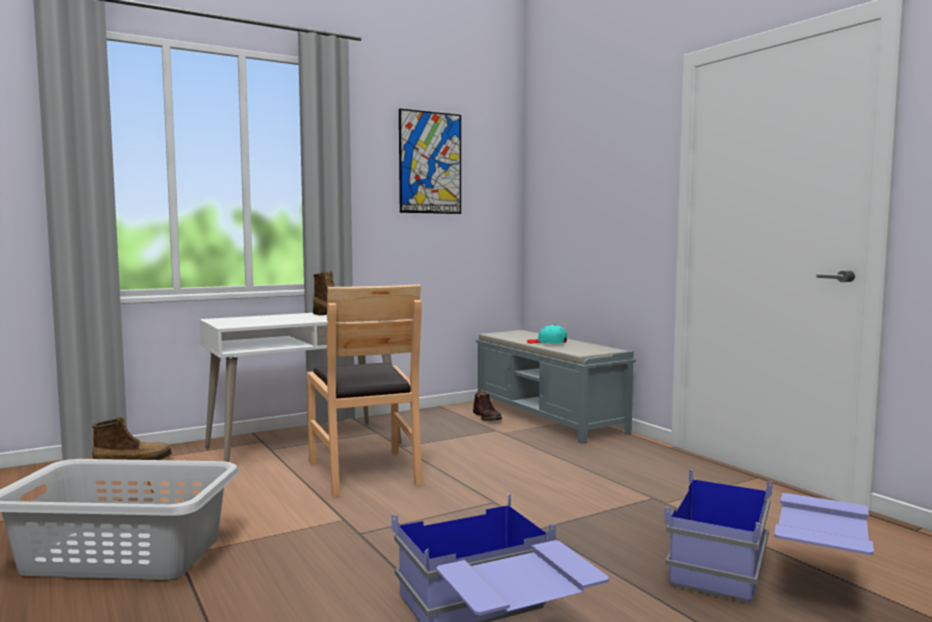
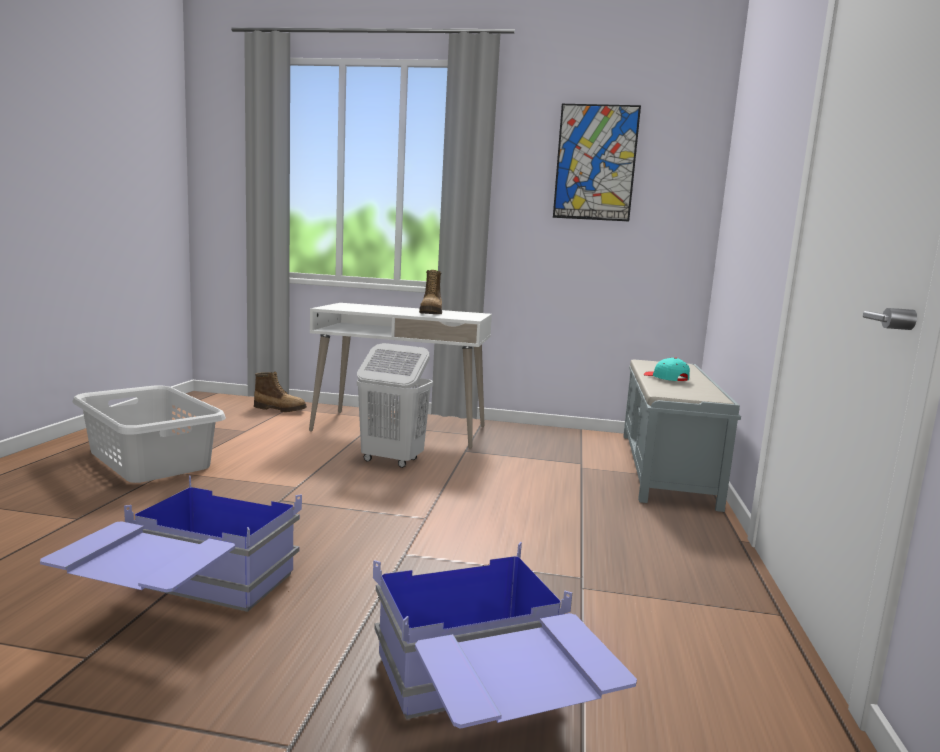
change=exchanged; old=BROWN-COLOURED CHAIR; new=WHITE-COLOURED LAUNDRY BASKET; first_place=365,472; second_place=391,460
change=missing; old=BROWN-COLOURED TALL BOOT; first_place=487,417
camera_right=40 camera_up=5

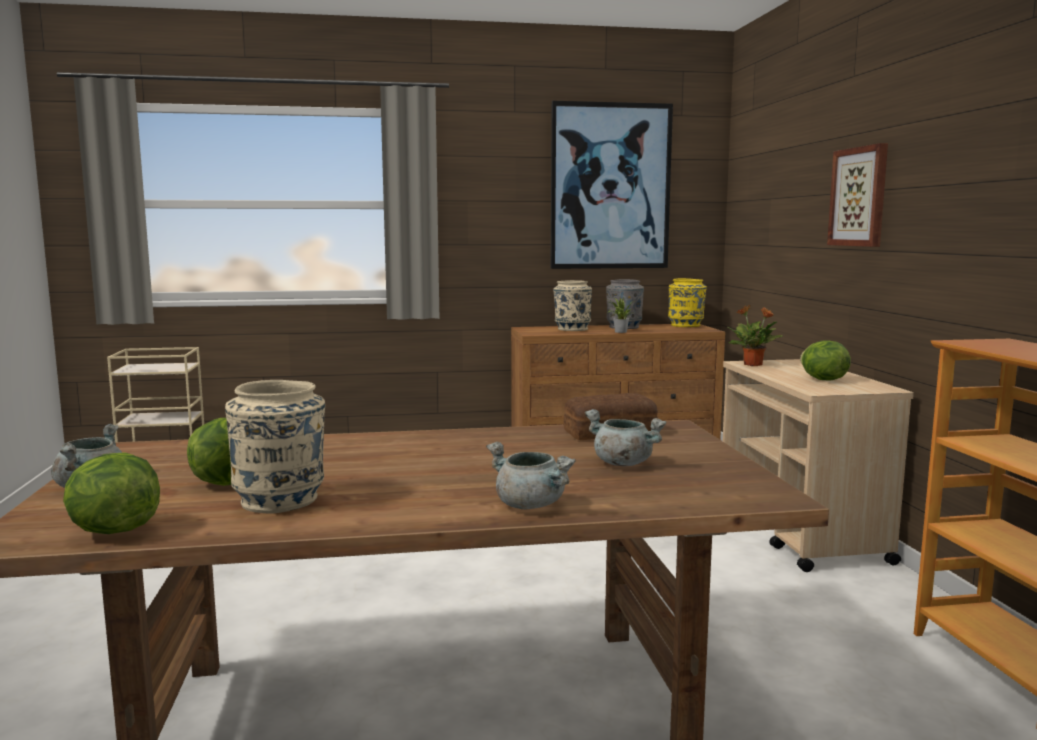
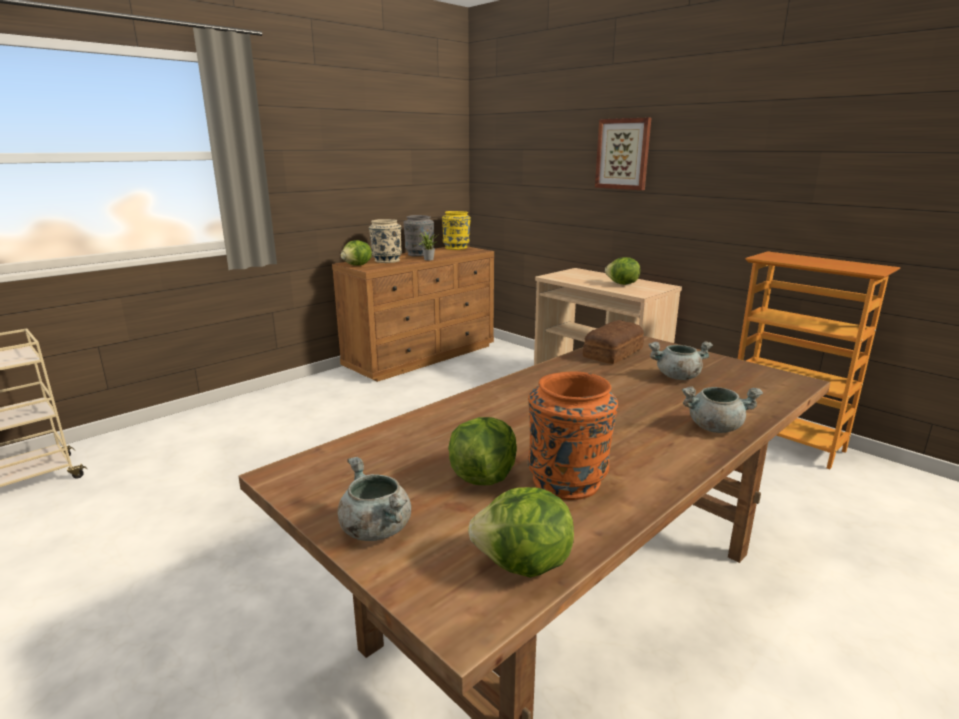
change=appeared; new=LETTUCE; second_place=357,265
change=colour; old=BEIGE VASE; new=ORANGE-COLOURED VASE; first_place=281,501; second_place=568,481
change=missing; old=WALL ART; first_place=610,186
change=missing; old=PLANT IN A POT; first_place=753,365
camera_right=-35 camera_up=10

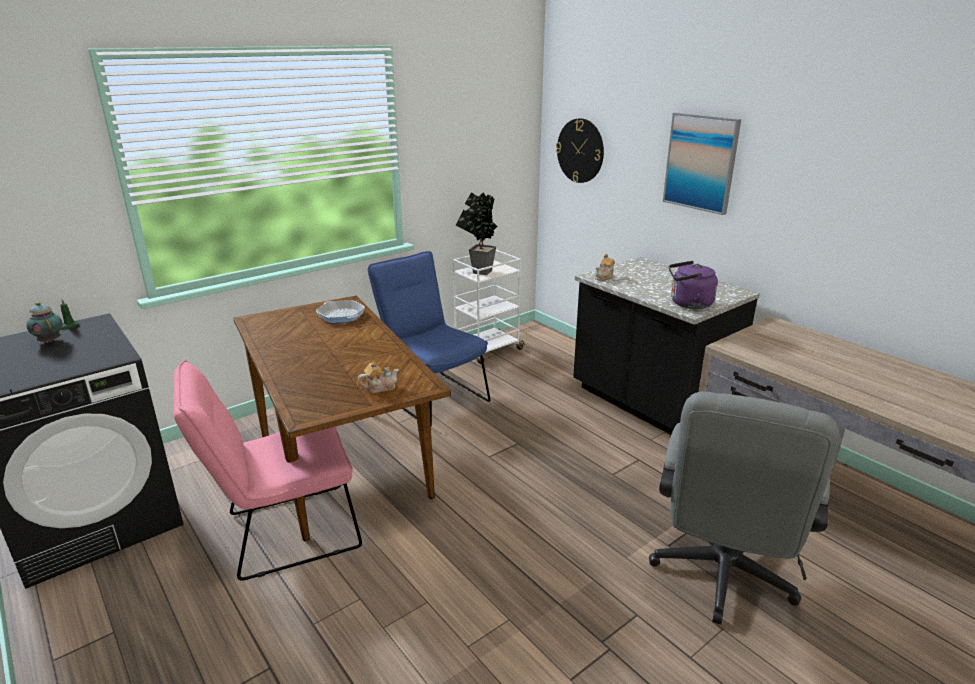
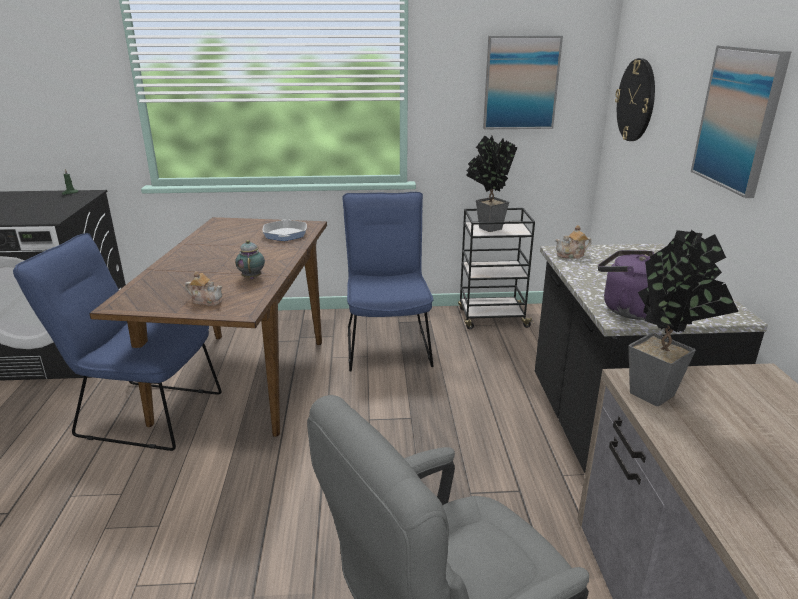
change=colour; old=PINKISH CHAIR; new=BLUE-COLOURED CHAIR; first_place=283,533; second_place=142,413
change=relocated; old=TEA POT; first_place=49,340; second_place=252,277
change=colour; old=WHITE-COLOURED CART; new=BLACK CART; first_place=487,350; second_place=492,318
change=appeared; new=WALL ART; second_place=521,83
change=appeared; new=PLANT IN A POT; second_place=659,393
camera_right=35 camera_up=0

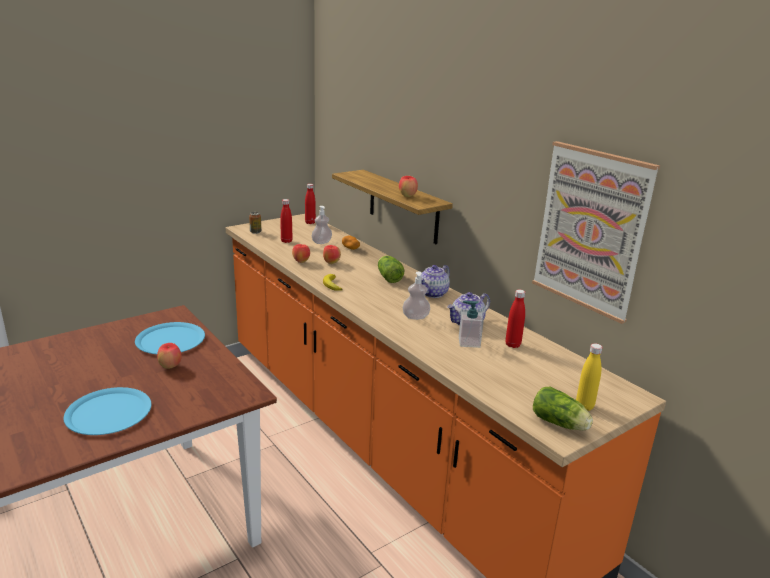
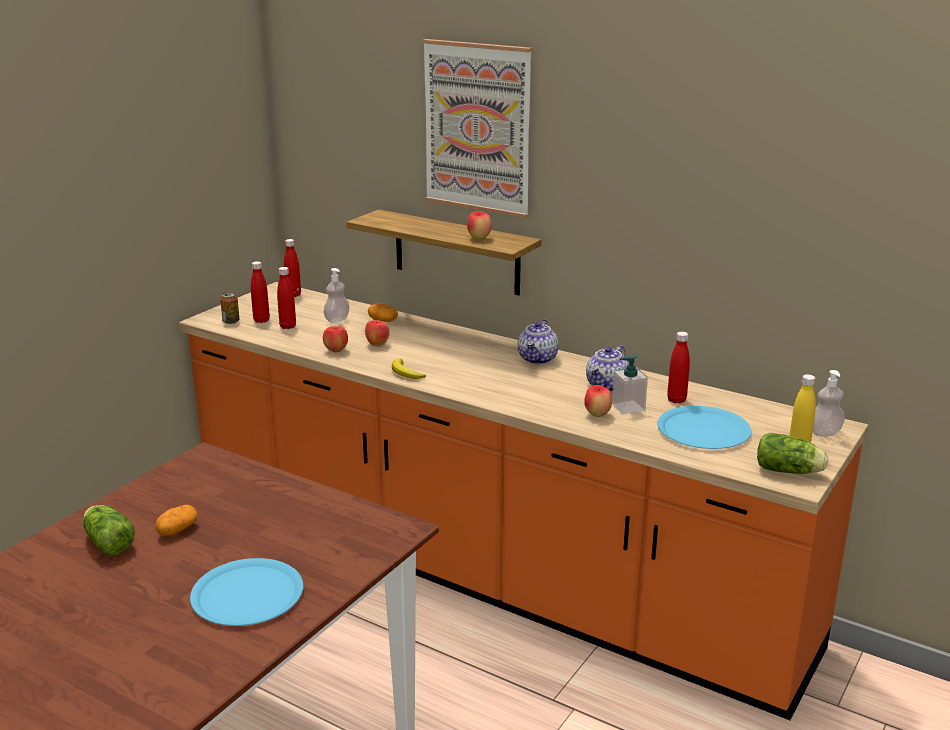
change=relocated; old=LETTUCE; first_place=388,277; second_place=108,542
change=appeared; new=WHOLE POTATO; second_place=177,530
change=appeared; new=RED BEVERAGE BOTTLE; second_place=261,320
change=relocated; old=WALL ART; first_place=591,230; second_place=478,127
change=relocated; old=APPLE; first_place=170,366; second_place=597,415
change=relocated; old=BLUE-COLOURED PLATE; first_place=170,340; second_place=703,430
change=relocated; old=SOAP BOTTLE; first_place=415,317; second_place=824,433
camera_right=-20 camera_up=0

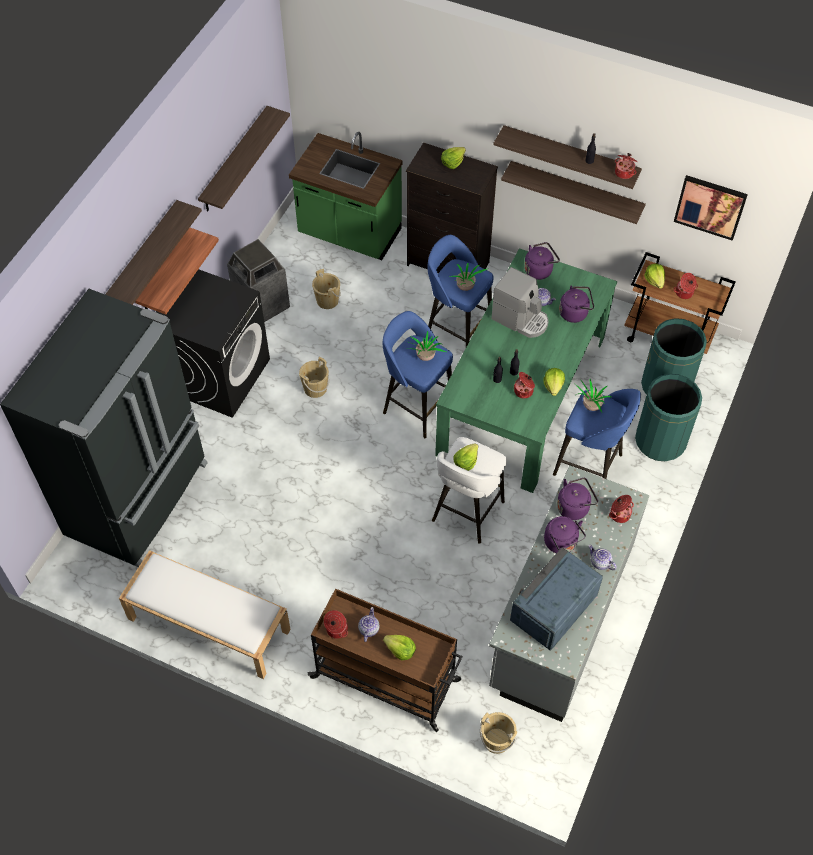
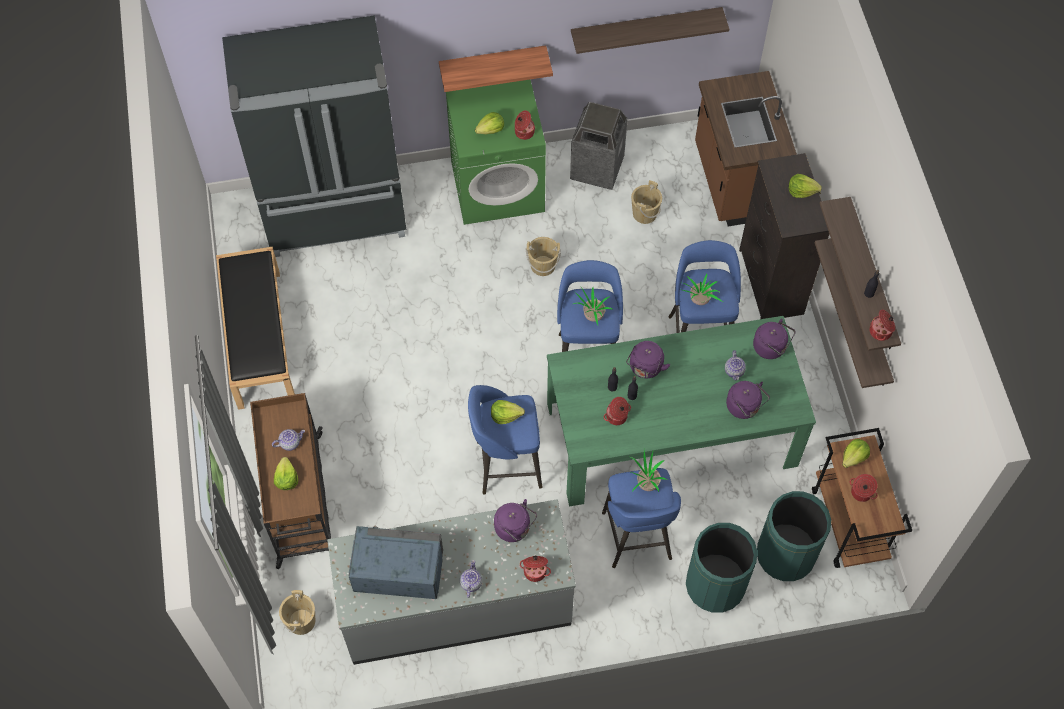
change=colour; old=WHITE-COLOURED LONG SEAT; new=BLACK LONG SEAT; first_place=207,624; second_place=258,338
change=colour; old=BLACK WASHING MACHINE; new=GREEN-COLOURED WASHING MACHINE; first_place=219,375; second_place=498,186
change=colour; old=WHITE-COLOURED SITTING STOOL; new=BLUE-COLOURED SITTING STOOL; first_place=466,513; second_place=506,464
change=relocated; old=LETTUCE; first_place=553,386; second_place=491,130
change=relocated; old=SAUCEPOT; first_place=336,629; second_place=523,132
change=relocated; old=PURPLISH WATER KETTLE; first_place=562,543; second_place=645,368
change=colour; old=GREEN-COLOURED COUNTER; new=BROWN-COLOURED COUNTER; first_place=349,235; second_place=734,182
change=missing; old=BRACKET SHELF; first_place=139,262
change=missing; old=COFFEE BREWER; first_place=520,319
change=missing; old=WALL ART; first_place=710,206
camera_right=55 camera_up=5

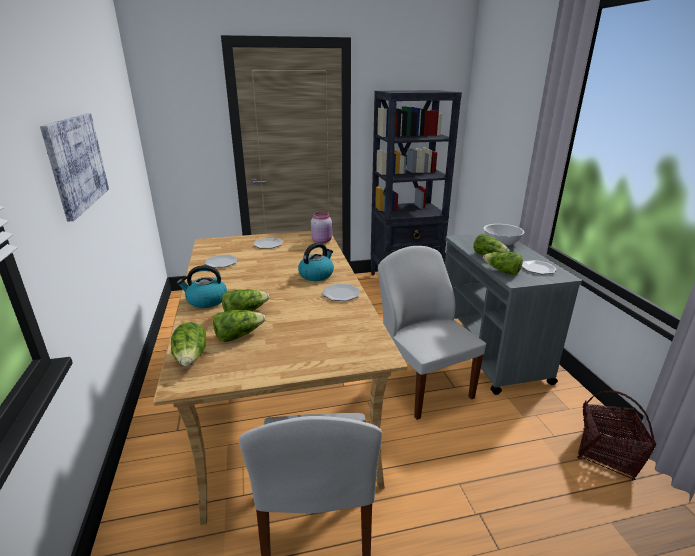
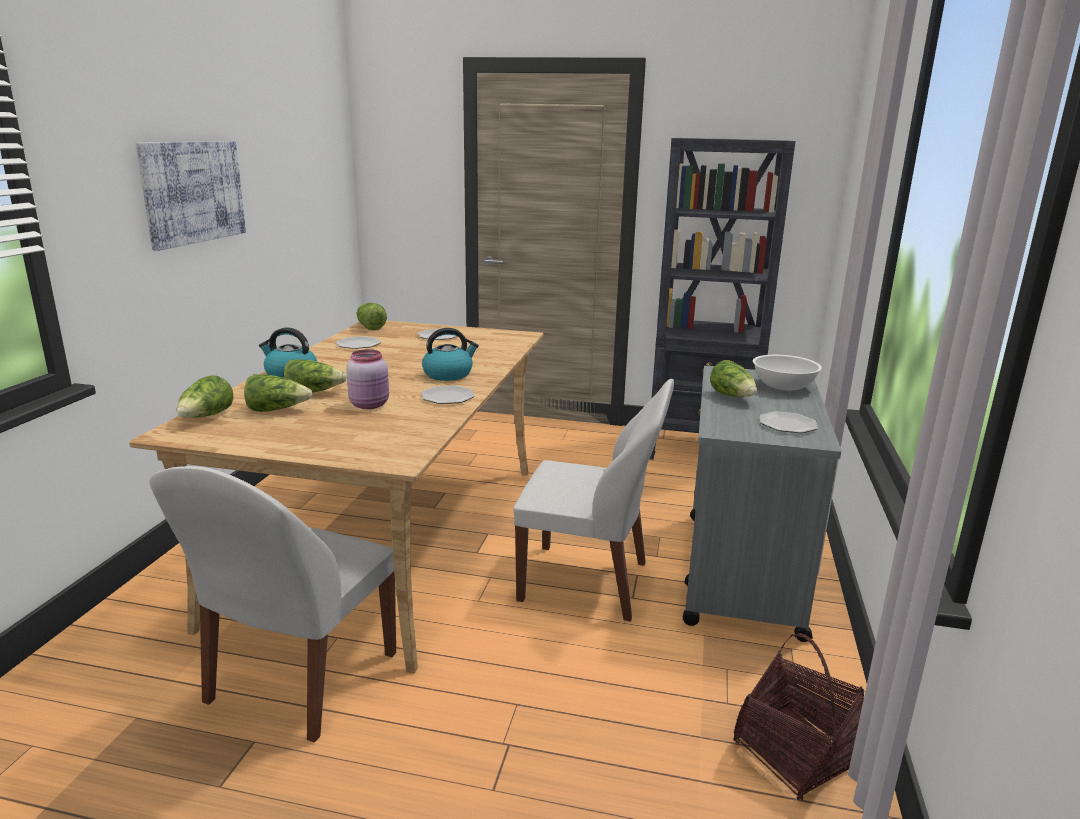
change=relocated; old=PINKISH JAR; first_place=322,241; second_place=370,405
change=relocated; old=LETTUCE; first_place=502,271; second_place=370,327
change=spun; old=WHITE-COLOURED CHAIR; first_place=424,385; second_place=588,582; degrees=105
camera_right=25 camera_up=-5

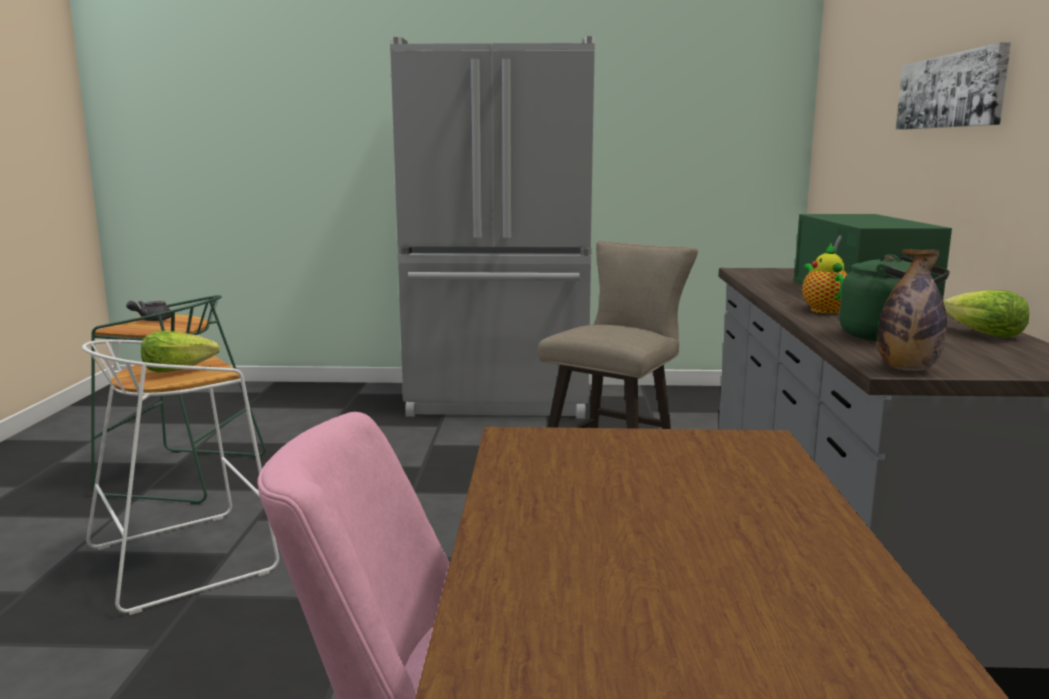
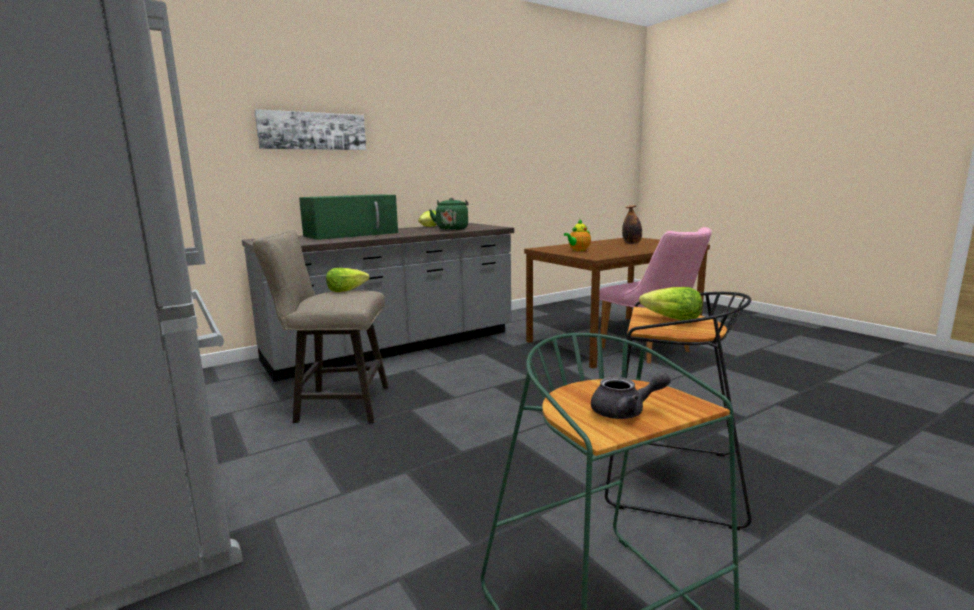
change=appeared; new=LETTUCE; second_place=346,290
change=relocated; old=TEA POT; first_place=823,310; second_place=578,250
change=colour; old=WHITE-COLOURED SITTING STOOL; new=BLACK SITTING STOOL; first_place=185,558; second_place=669,479
change=relocated; old=BEVERAGE BOTTLE; first_place=907,369; second_place=631,243
camera_right=-125 camera_up=0

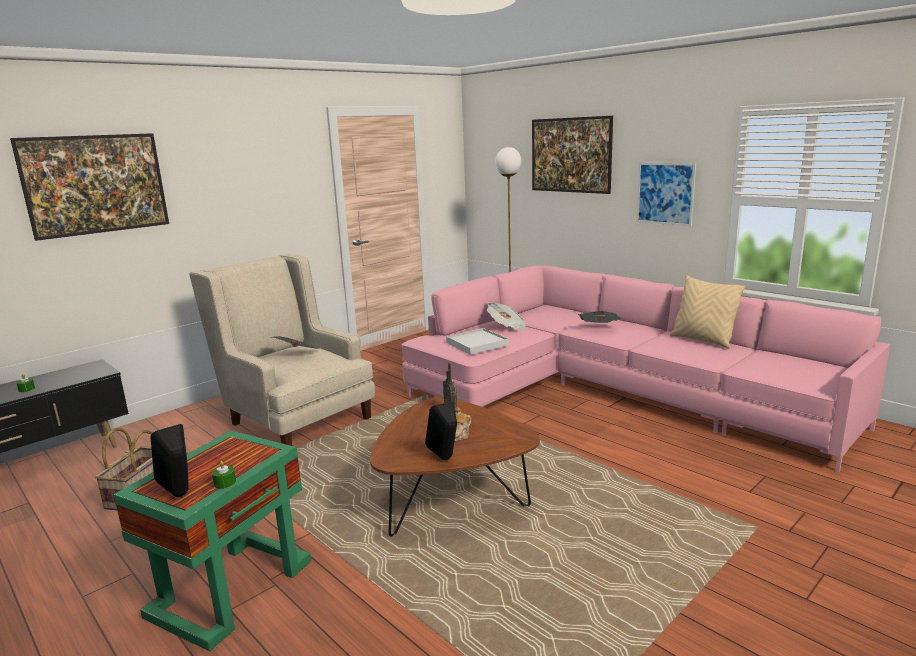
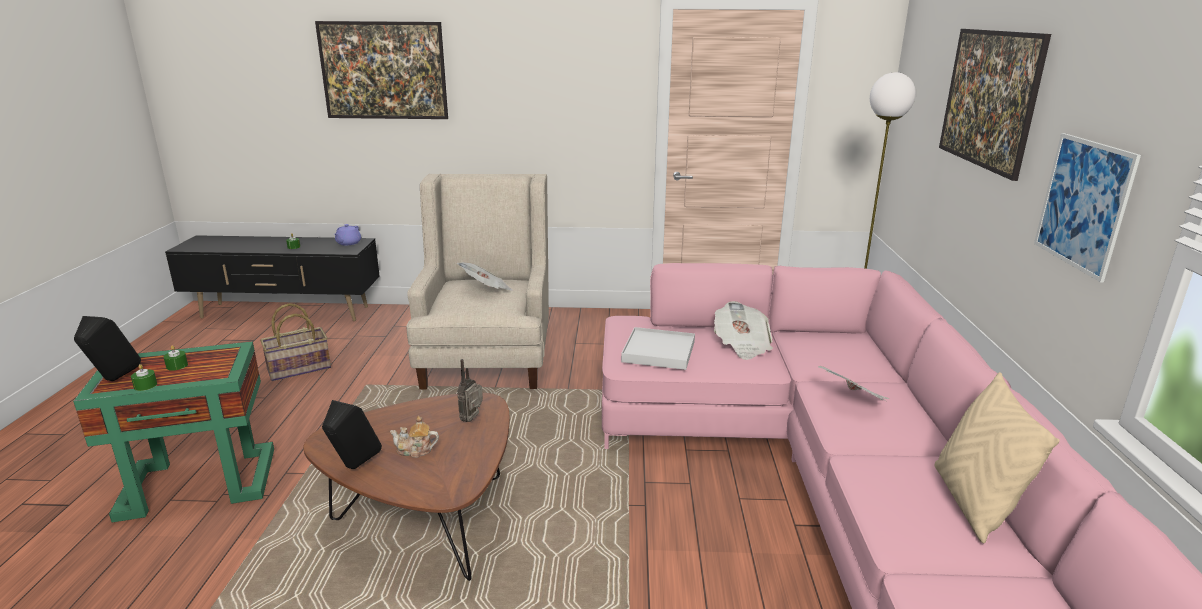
change=appeared; new=GREEN-COLOURED CANDLE; second_place=177,366
change=appeared; new=PURPLISH TEA POT; second_place=348,243
camera_right=45 camera_up=5

